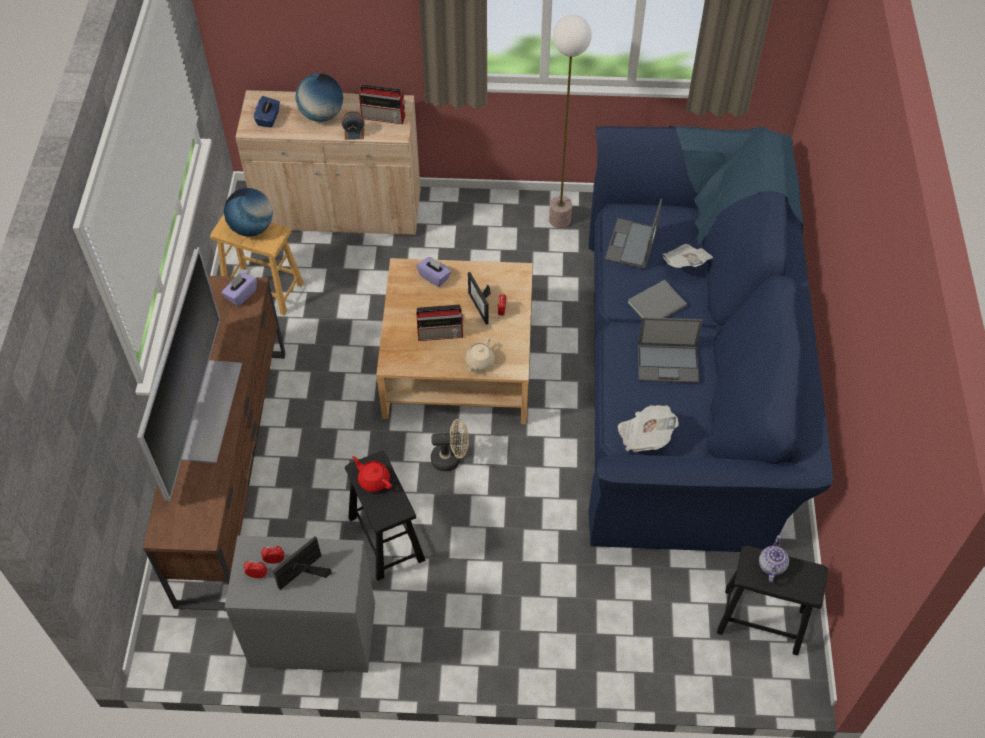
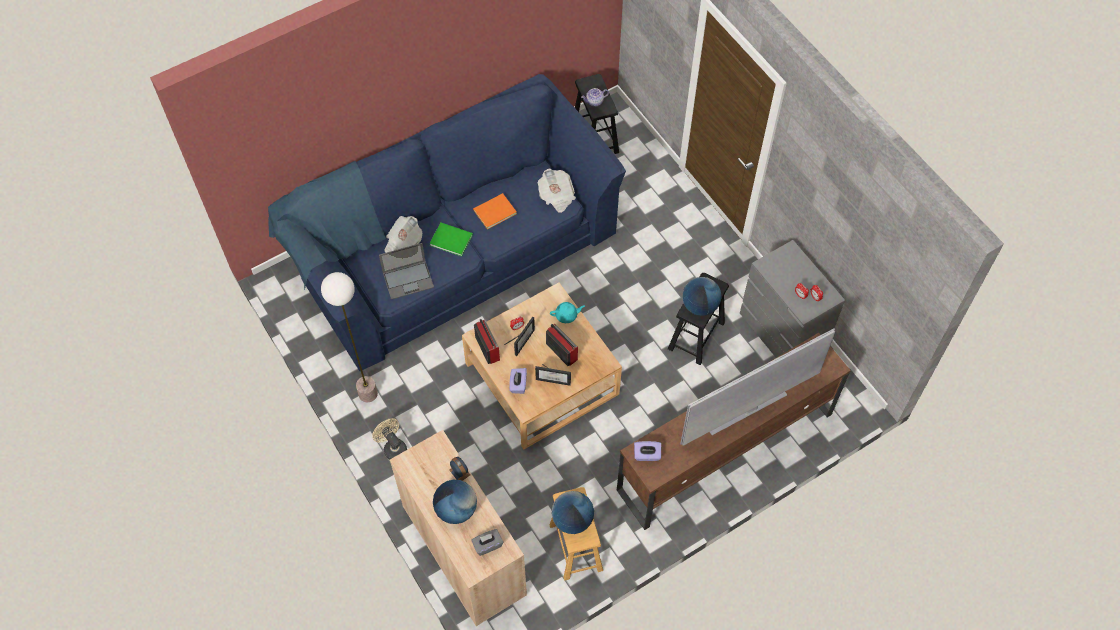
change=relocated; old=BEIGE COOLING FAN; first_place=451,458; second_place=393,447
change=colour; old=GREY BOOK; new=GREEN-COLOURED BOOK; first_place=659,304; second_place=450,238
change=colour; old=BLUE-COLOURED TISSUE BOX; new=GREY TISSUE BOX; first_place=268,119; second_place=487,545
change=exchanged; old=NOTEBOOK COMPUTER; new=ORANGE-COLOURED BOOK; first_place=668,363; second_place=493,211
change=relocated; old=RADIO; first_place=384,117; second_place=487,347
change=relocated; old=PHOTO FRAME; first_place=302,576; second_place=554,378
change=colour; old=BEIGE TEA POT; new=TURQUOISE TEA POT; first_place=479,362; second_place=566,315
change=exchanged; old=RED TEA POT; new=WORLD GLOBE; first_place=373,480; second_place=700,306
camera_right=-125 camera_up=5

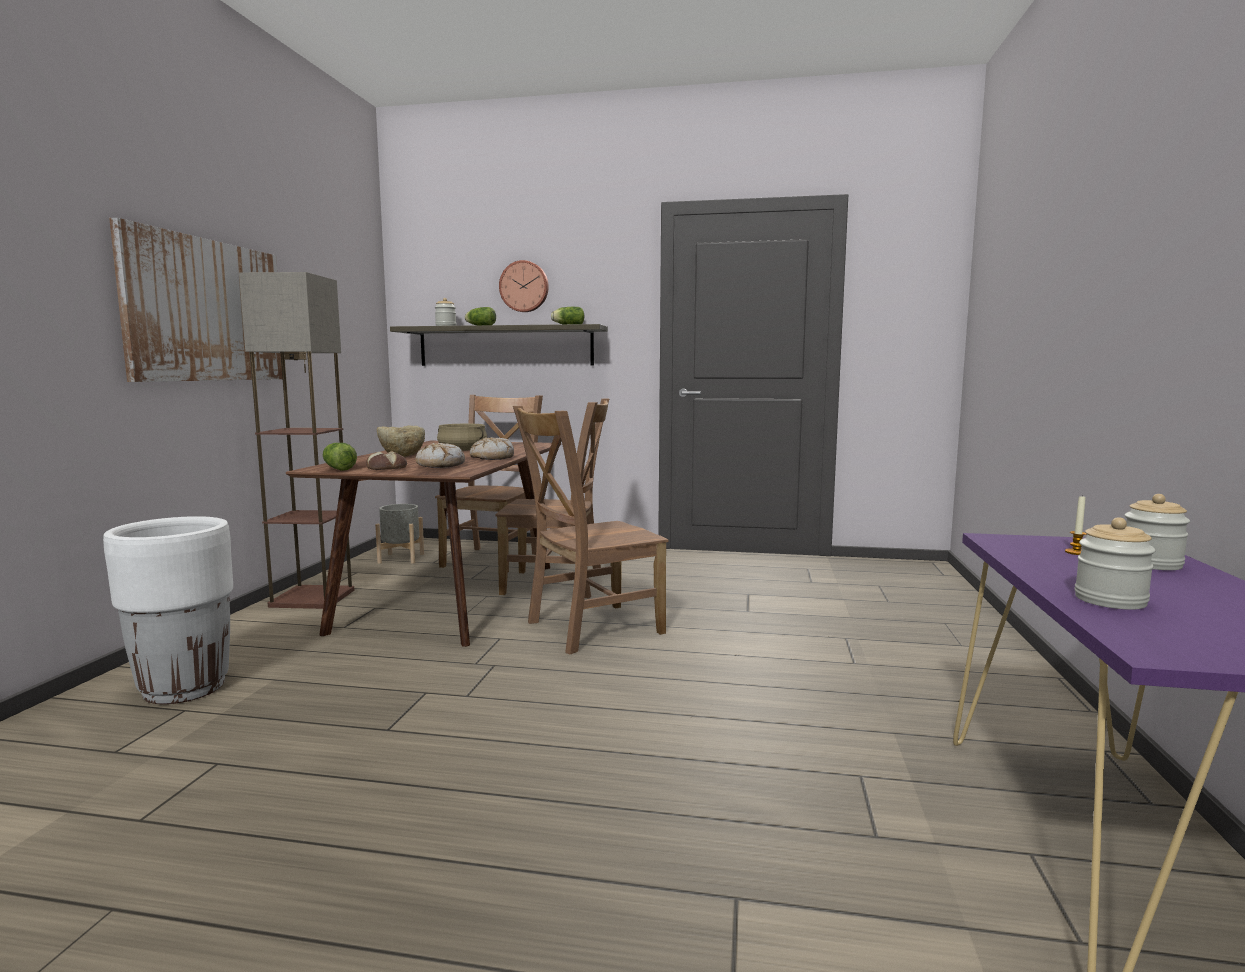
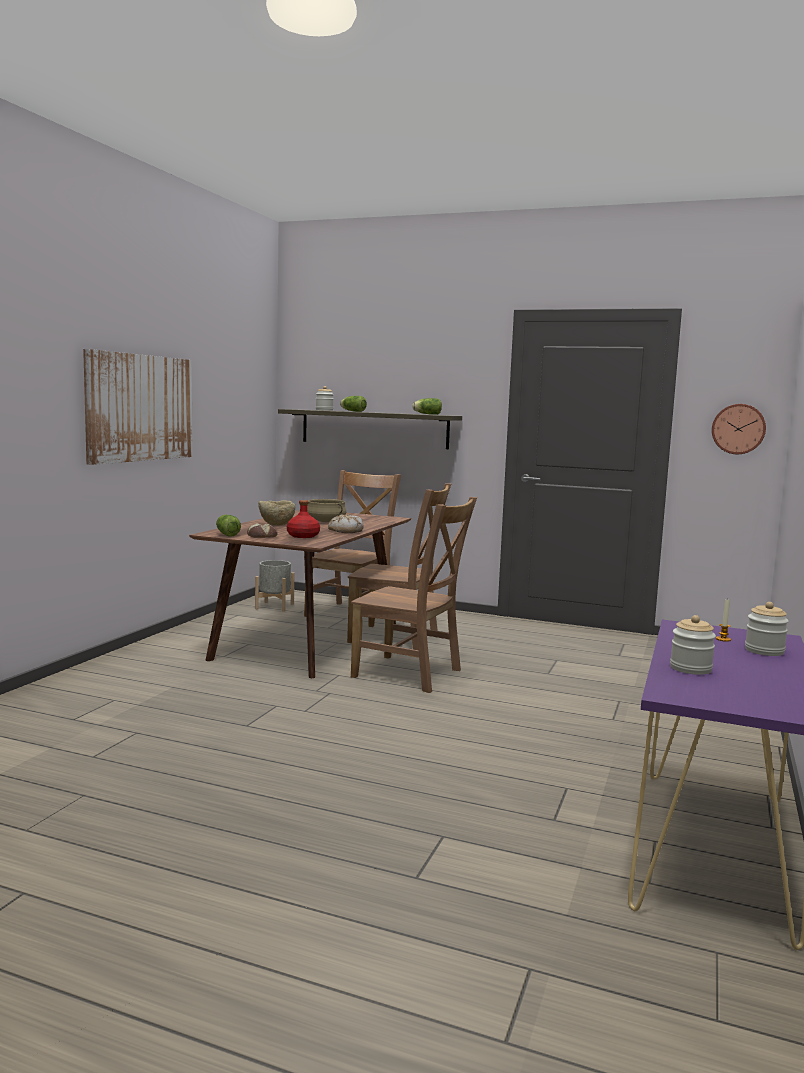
change=exchanged; old=BREAD; new=RED BEVERAGE BOTTLE; first_place=441,465; second_place=303,536
change=spun; old=BROWN-COLOURED CHAIR; first_place=589,628; second_place=411,674; degrees=-135
change=relocated; old=HANGING CLOCK; first_place=524,286; second_place=738,429
change=missing; old=WHITE-COLOURED PLANT POT; first_place=184,688
change=missing; old=STANDARD LAMP; first_place=314,598
camera_right=10 camera_up=0

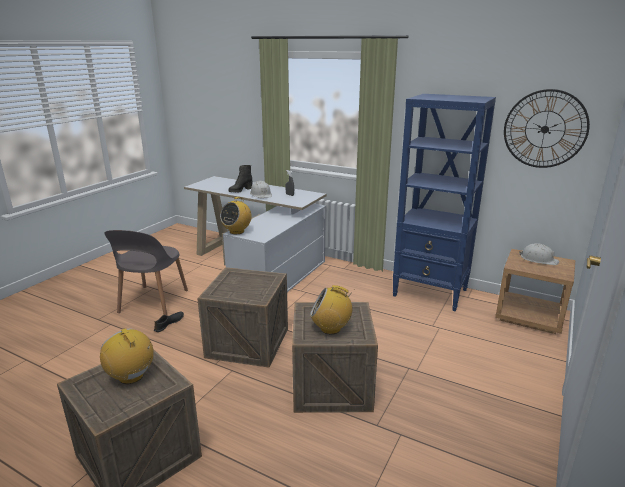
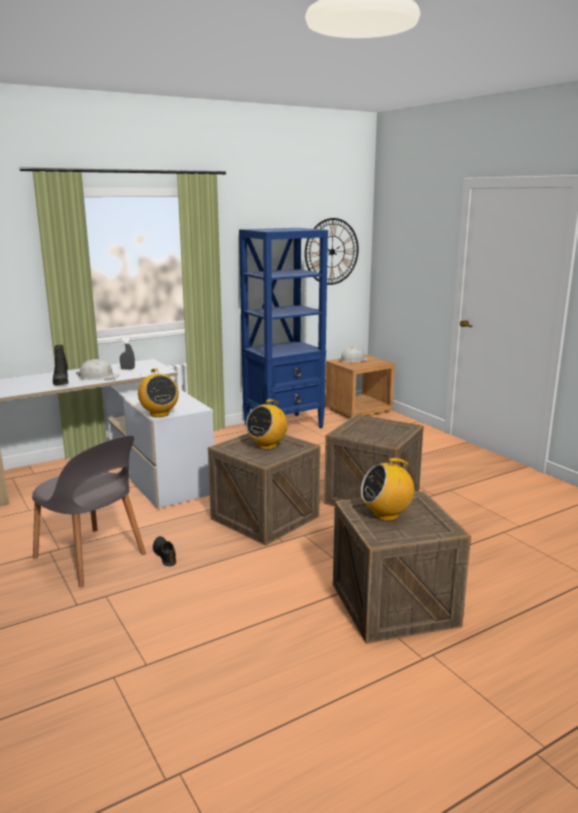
change=relocated; old=RADIO; first_place=331,328; second_place=267,445
camera_right=-60 camera_up=-5

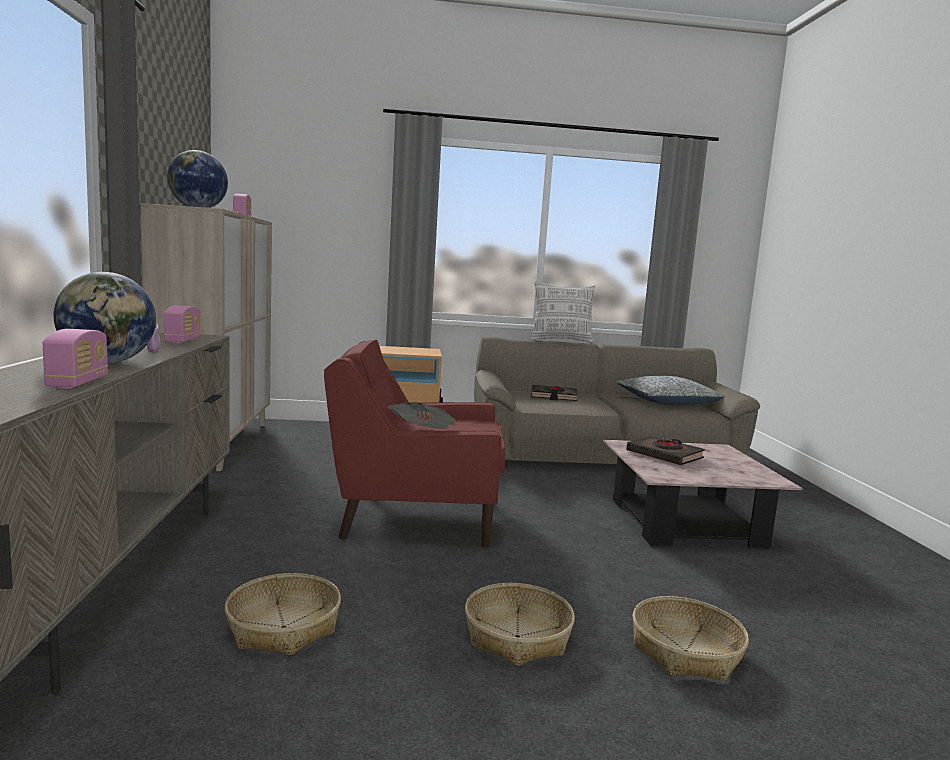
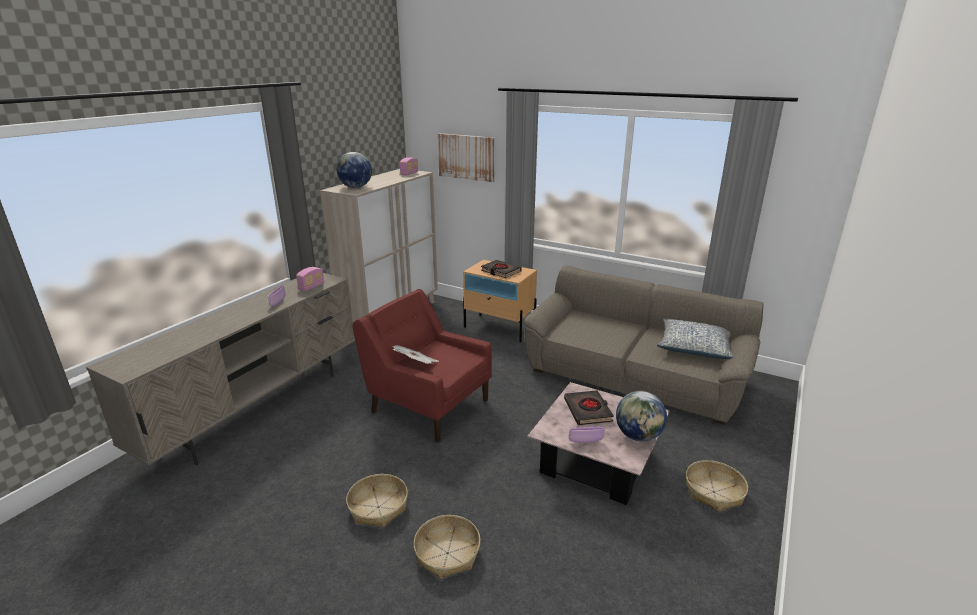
change=appeared; new=WALL ART; second_place=466,157
change=relocated; old=BLACK BOOK; first_place=553,397; second_place=500,271
change=appeared; new=PURPLISH SERVING BOWL; second_place=586,441
change=relocated; old=WORLD GLOBE; first_place=108,362; second_place=638,436
change=relocated; old=STORAGE BASKET; first_place=284,627; second_place=714,492
change=missing; old=RADIO; first_place=78,383
change=missing; old=PILLOW; first_place=561,341
camera_right=35 camera_up=15

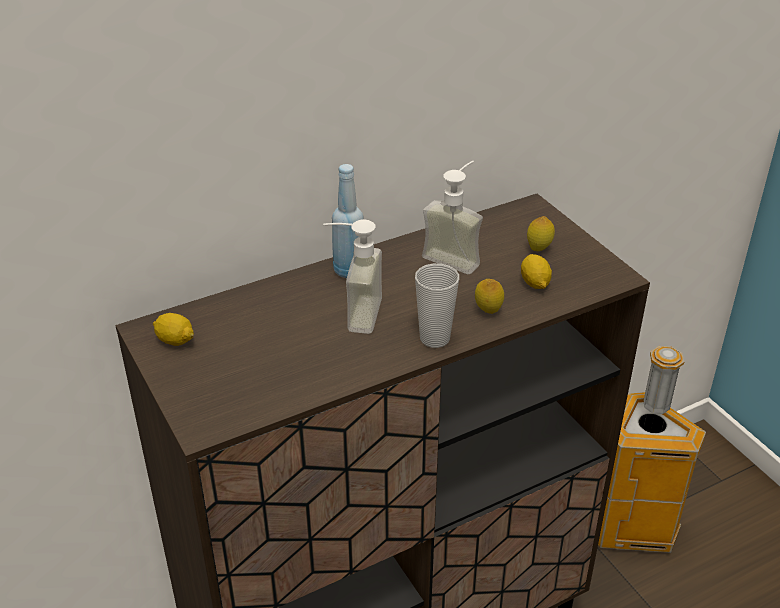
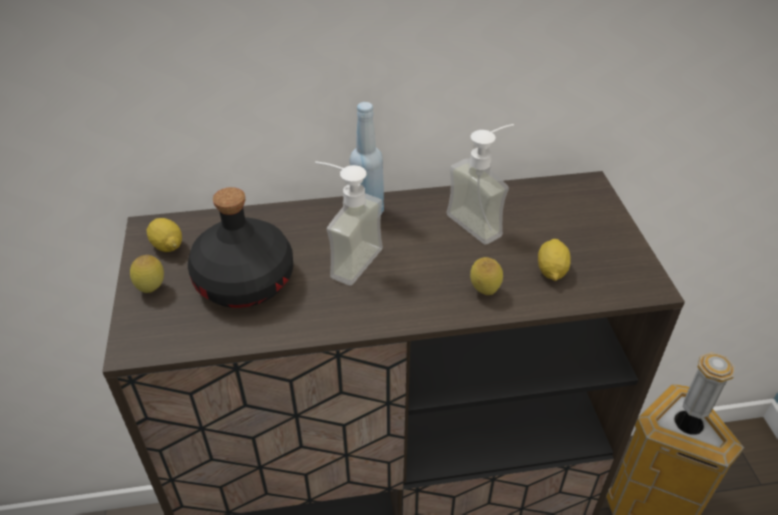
change=relocated; old=WHOLE LEMON; first_place=539,249; second_place=152,290
change=appeared; new=BLACK BEVERAGE BOTTLE; second_place=246,280
change=missing; old=SMALL CUP; first_place=434,338
camera_right=20 camera_up=5

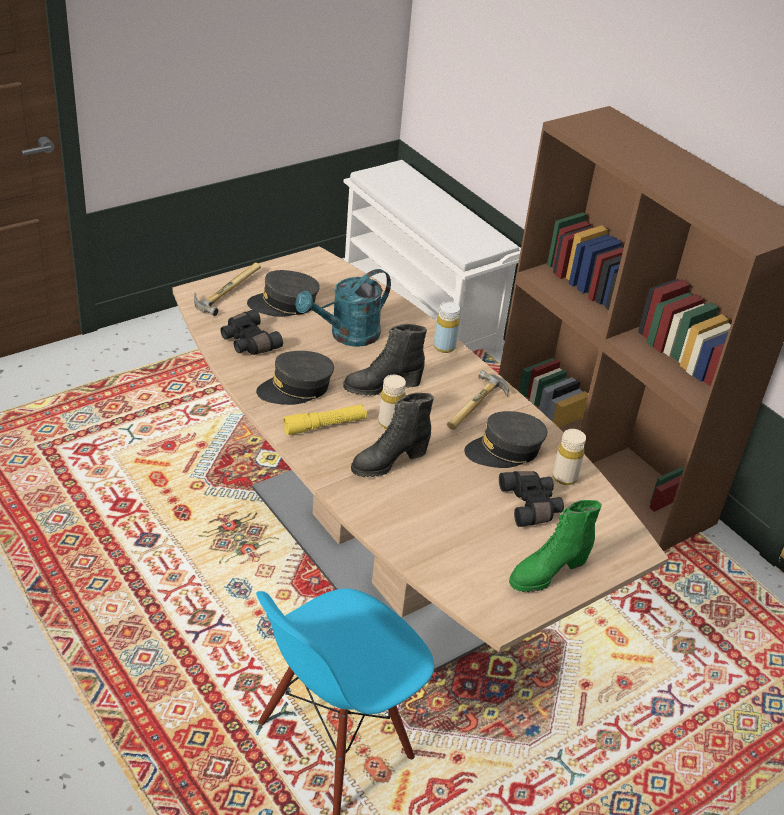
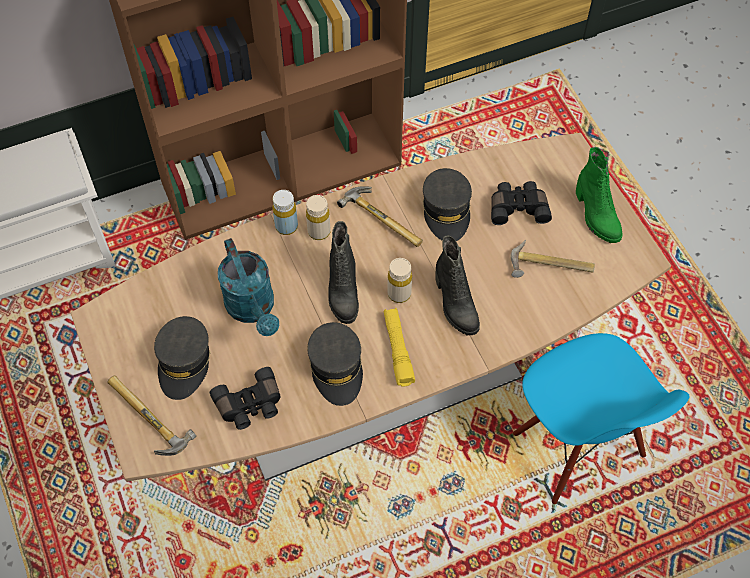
change=relocated; old=BEIGE BEVERAGE BOTTLE; first_place=564,477; second_place=319,231
change=appeared; new=HAND HAMMER; second_place=550,267
camera_right=-75 camera_up=20

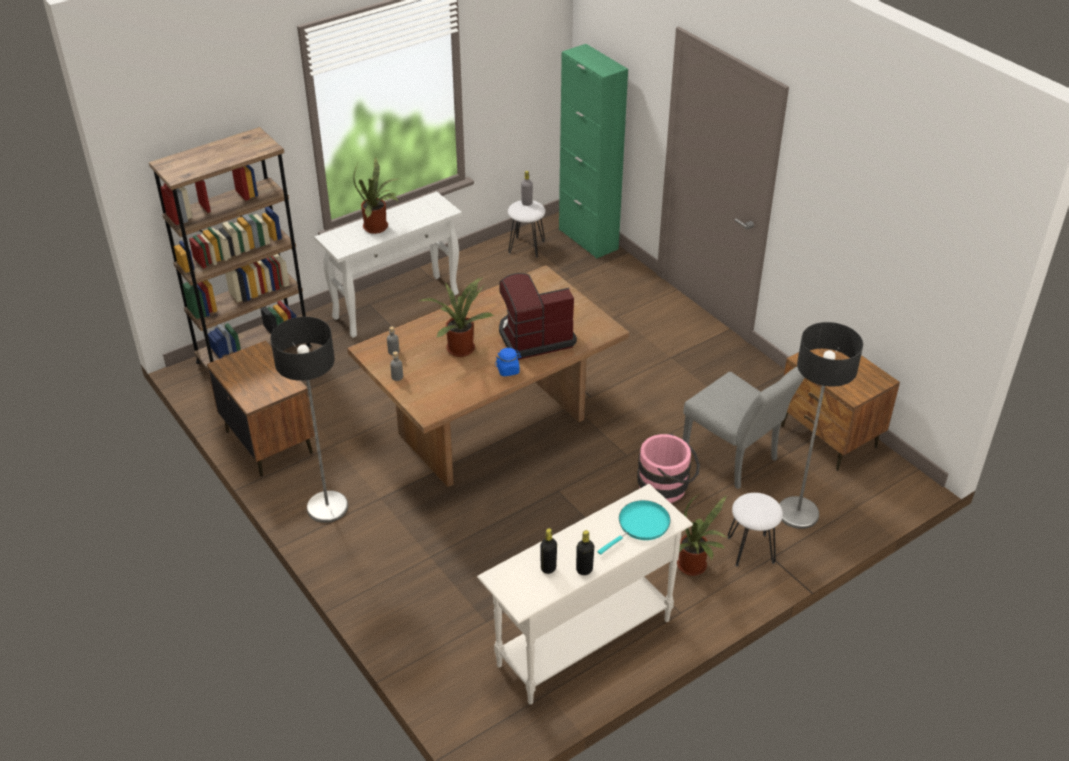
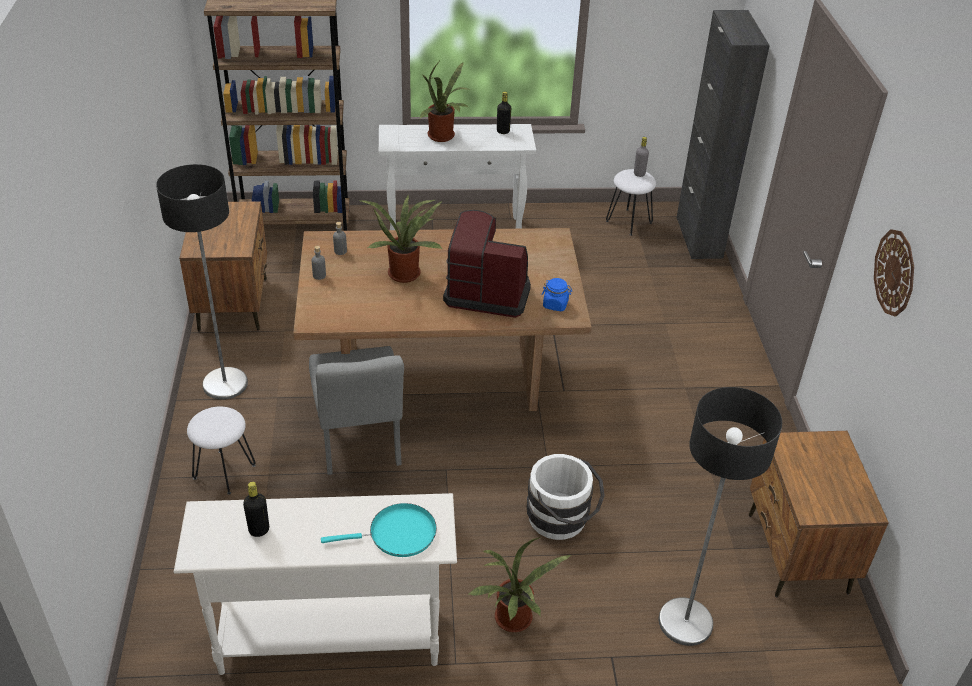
change=relocated; old=WHITE-COLOURED SITTING STOOL; first_place=750,550; second_place=224,471
change=relocated; old=GREY CHAIR; first_place=735,460; second_place=360,445
change=relocated; old=BLACK BEVERAGE BOTTLE; first_place=584,570; second_place=503,131
change=colour; old=PINKISH PAIL; new=WHITE-COLOURED PAIL; first_place=667,487; second_place=562,520
change=relocated; old=BLUE-COLOURED JAR; first_place=508,370; second_place=555,304
change=colour; old=GREEN-COLOURED STORAGE CABINET; new=BLACK STORAGE CABINET; first_place=588,239; second_place=699,237
change=appeared; new=HANGING CLOCK; second_place=895,272
camera_right=30 camera_up=0

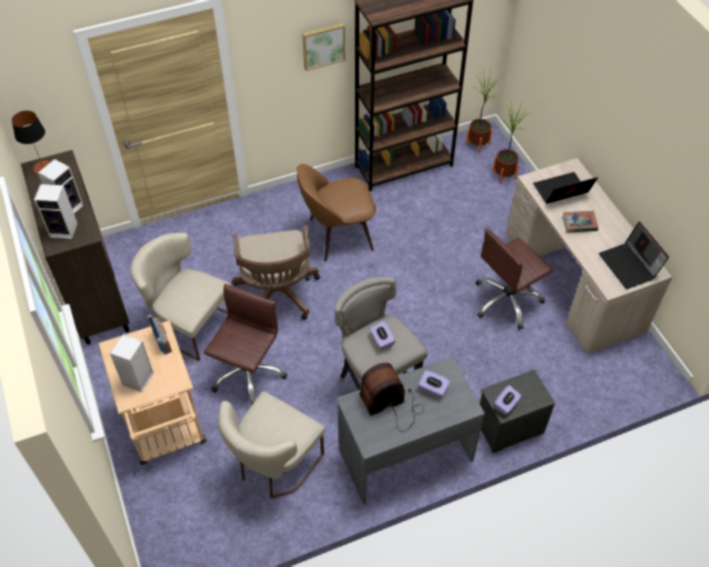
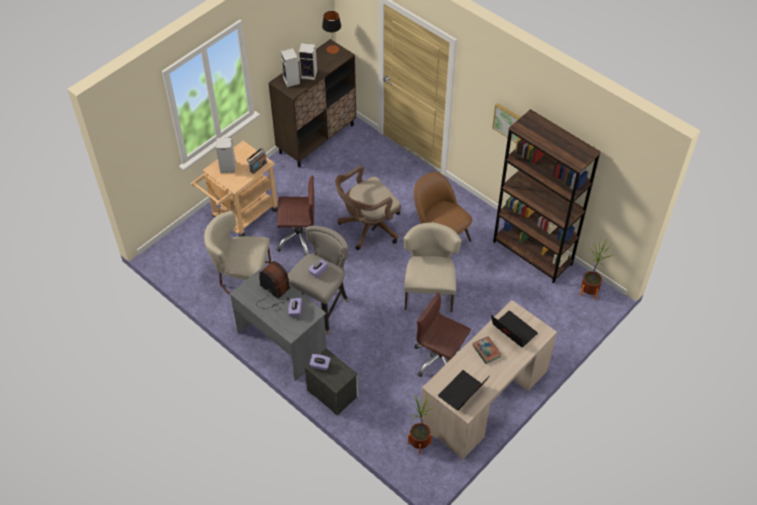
change=relocated; old=BEIGE CHAIR; first_place=189,324; second_place=429,290
change=relocated; old=PLANT IN A POT; first_place=504,175; second_place=419,443
camera_right=65 camera_up=0

